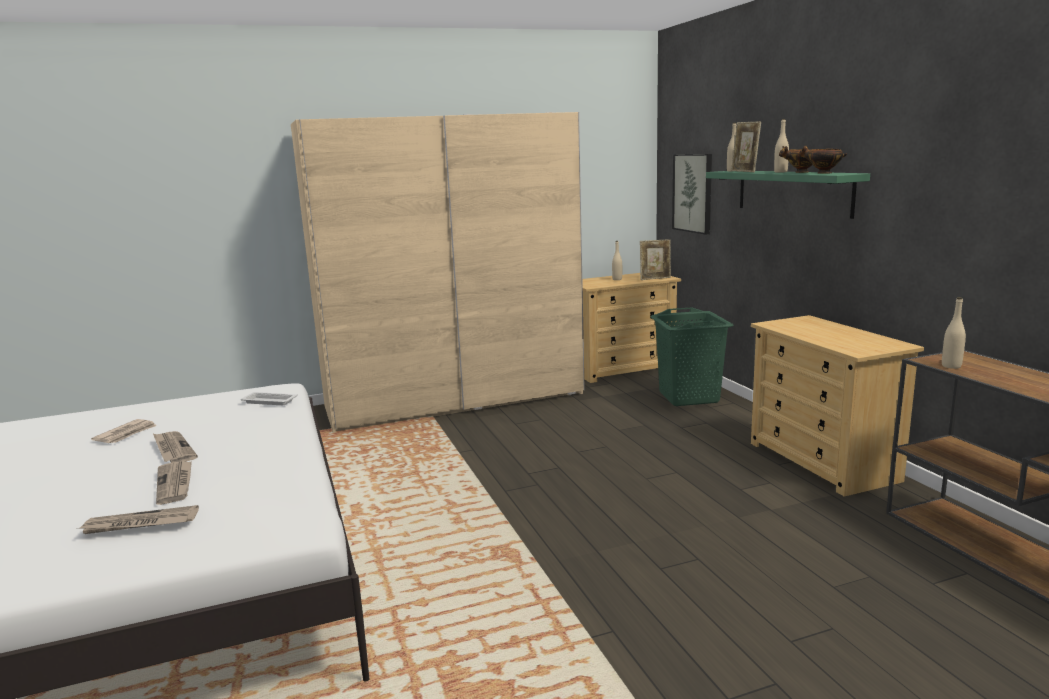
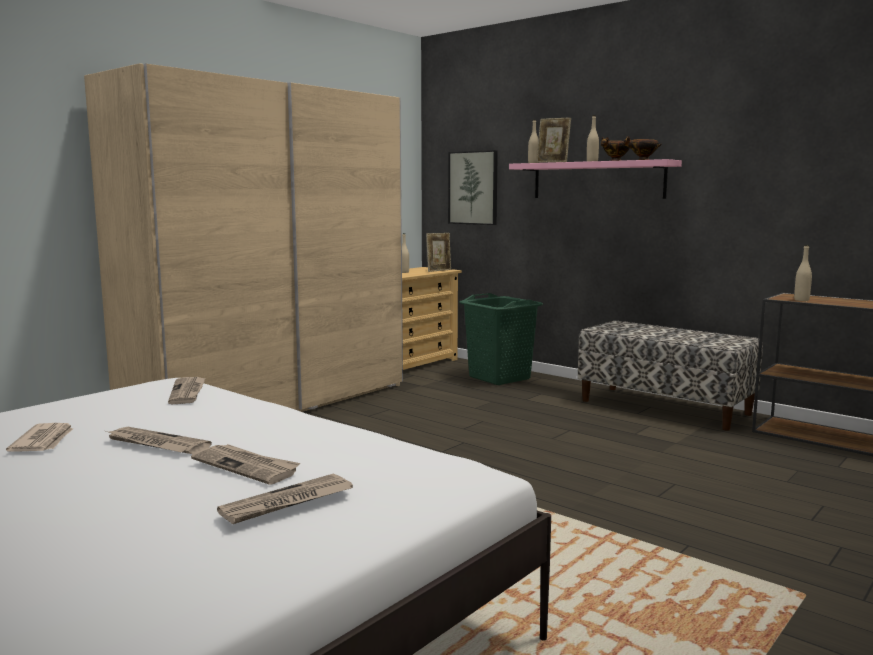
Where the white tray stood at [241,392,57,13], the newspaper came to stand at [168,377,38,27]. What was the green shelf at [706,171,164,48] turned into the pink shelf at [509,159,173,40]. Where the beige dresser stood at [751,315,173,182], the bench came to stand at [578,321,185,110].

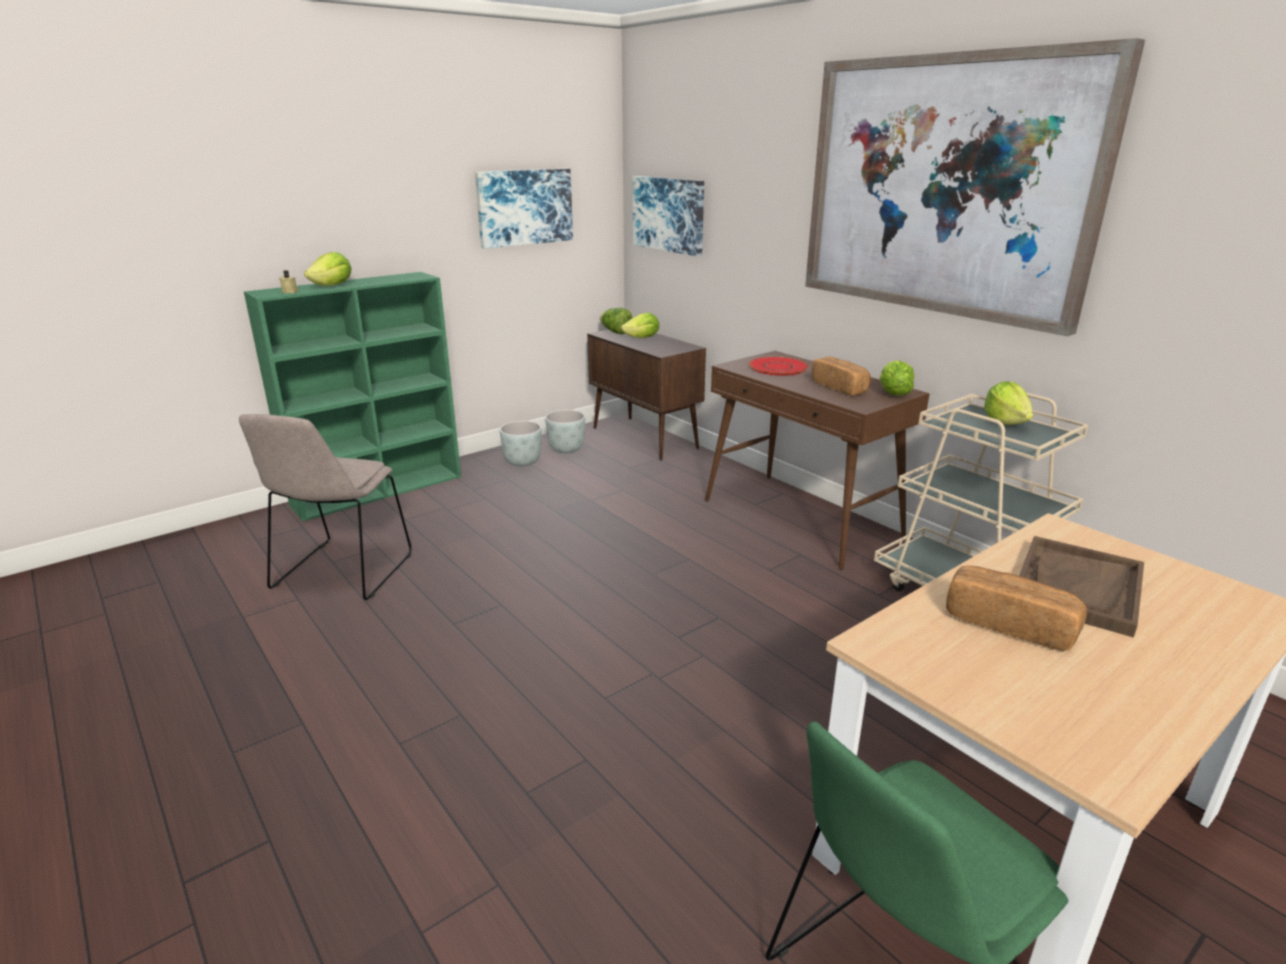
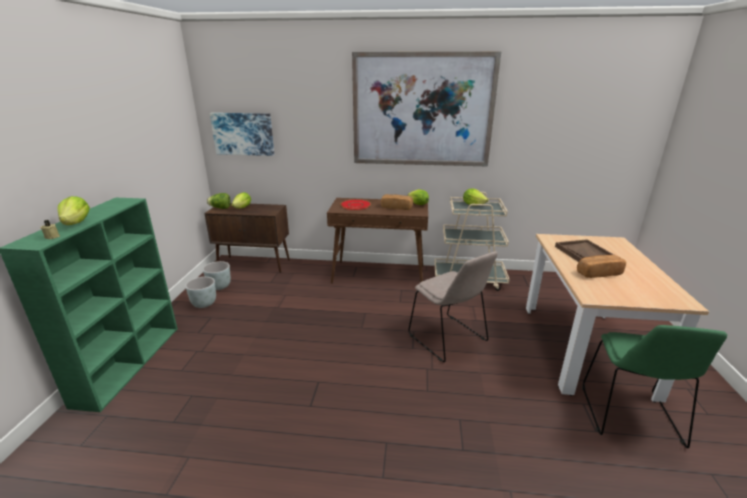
The beige chair ended up elsewhere, having gone from [239,414,172,186] to [408,251,89,111]. The second view lost the picture at [475,169,98,80].

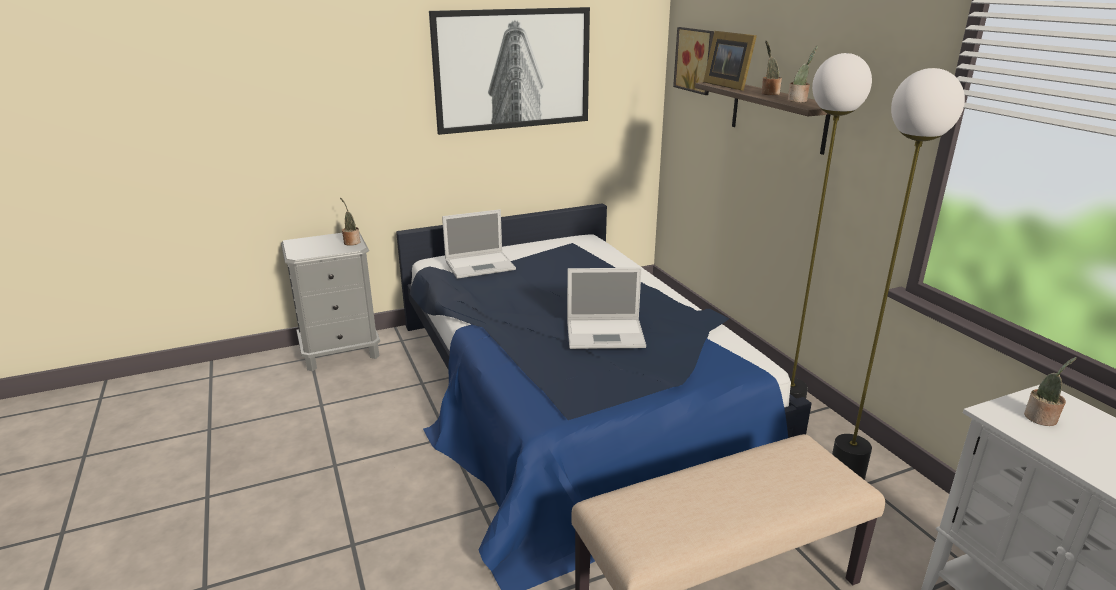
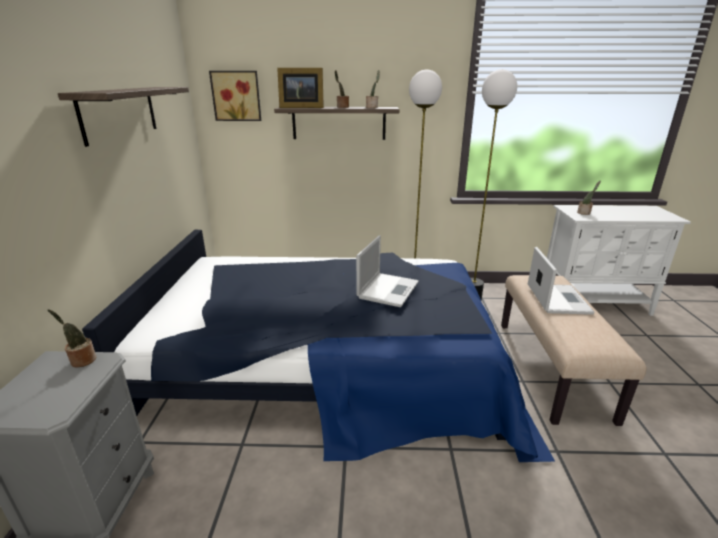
Where the picture hung at [429,7,161,128], the shelf came to hang at [58,87,131,60]. The laptop ended up elsewhere, having gone from [442,209,74,70] to [528,247,67,68].

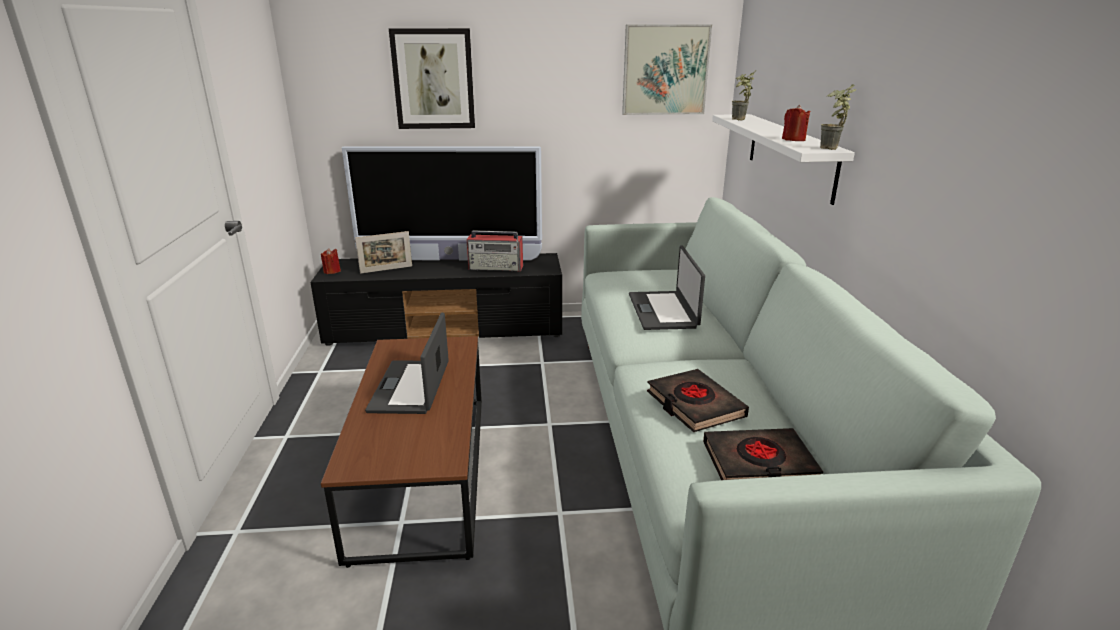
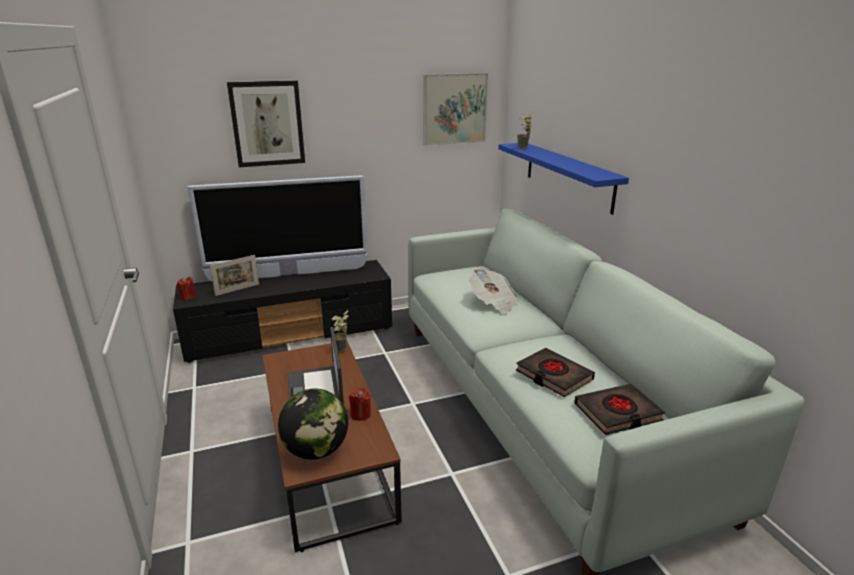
The second view lost the radio at [466,230,57,41]. Where the laptop stood at [629,245,76,85], the newspaper came to stand at [469,268,50,46]. What was the white shelf at [712,114,143,91] turned into the blue shelf at [498,143,131,72]. The red candle ended up elsewhere, having gone from [782,105,29,36] to [349,387,22,34]. The potted plant ended up elsewhere, having gone from [820,84,37,66] to [332,310,17,43]. The second view gained the globe at [278,389,70,70].

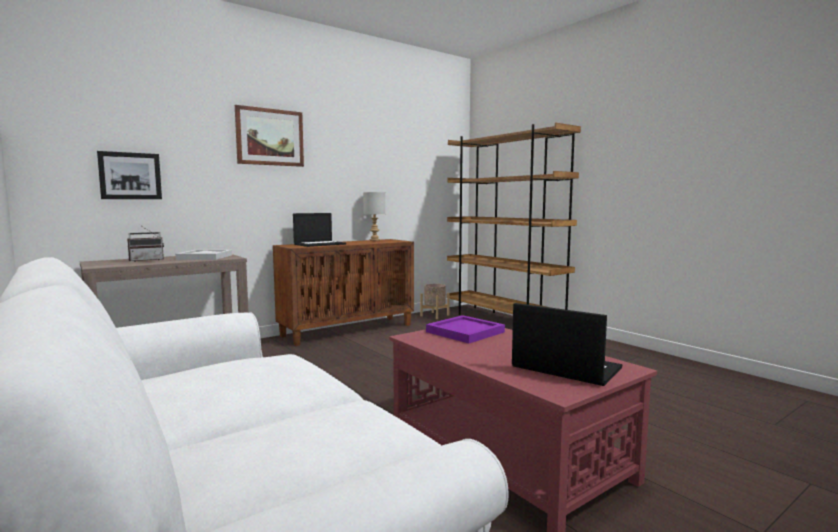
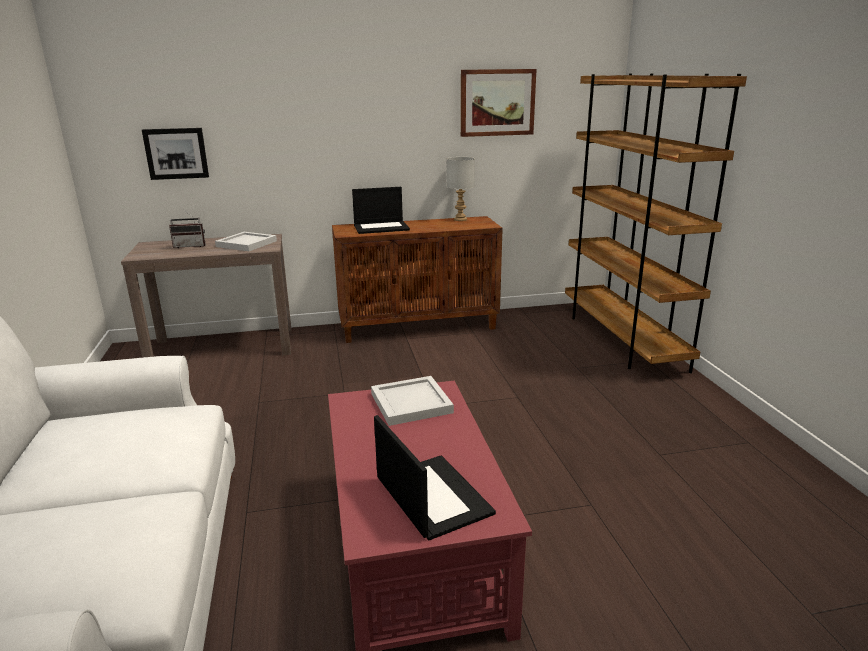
The picture ended up elsewhere, having gone from [235,105,69,62] to [461,69,76,68]. The second view lost the beige planter at [420,284,30,35]. What was the purple tray at [426,315,79,28] turned into the white tray at [371,376,83,50].

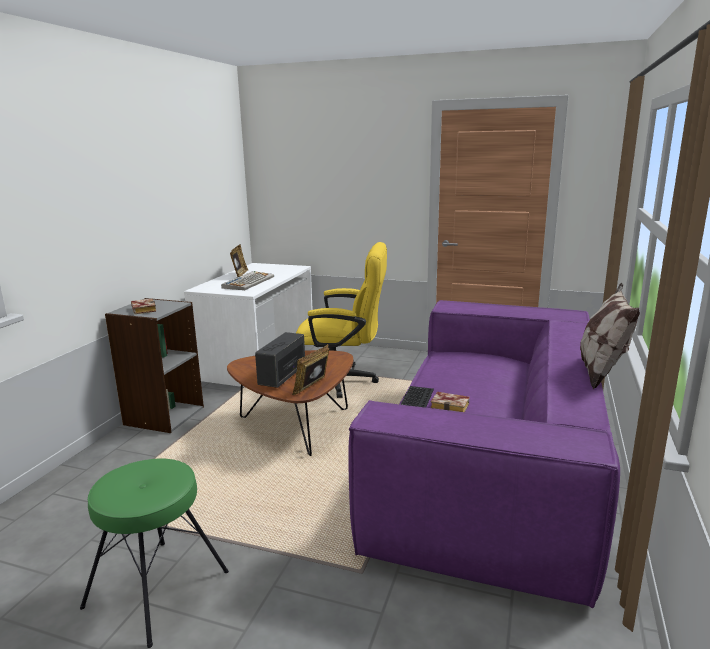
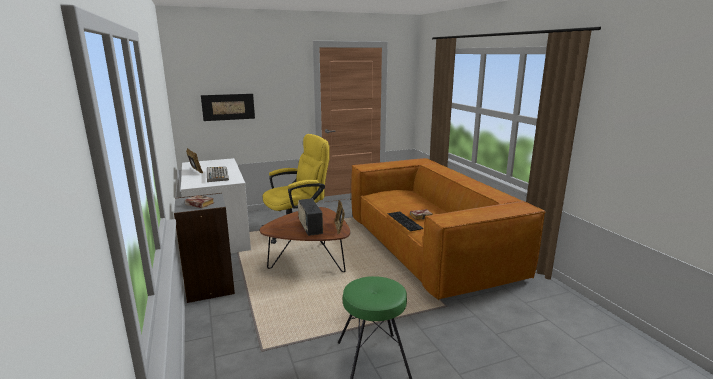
What was the purple sofa at [348,300,272,309] turned into the brown sofa at [351,158,194,142]. The second view lost the pillow at [580,283,60,107]. The second view gained the picture at [201,94,54,27].

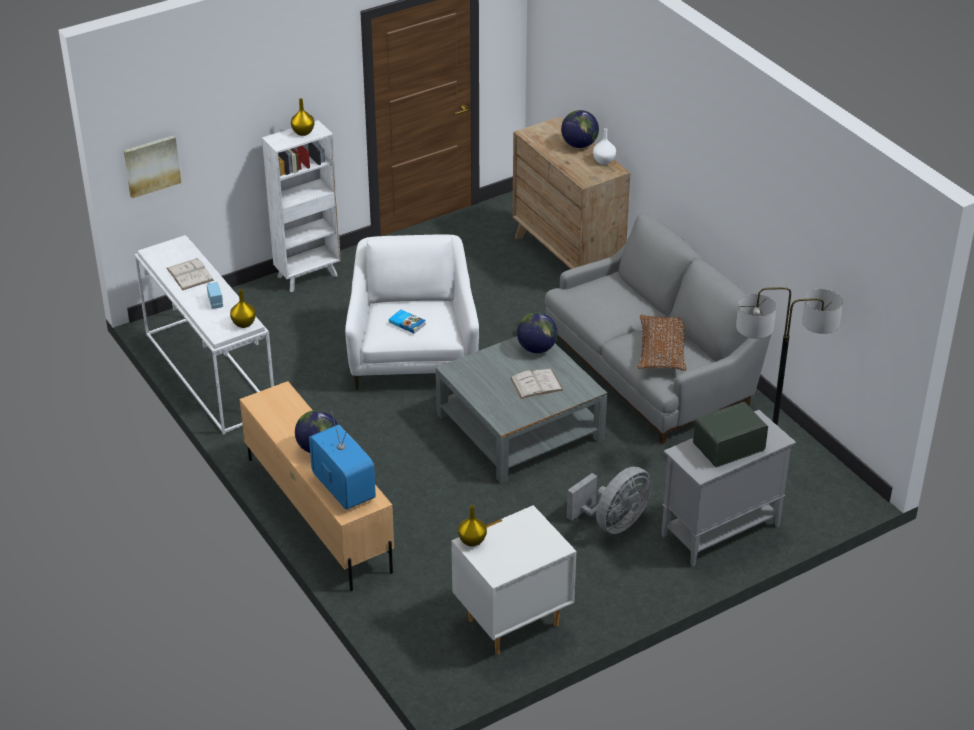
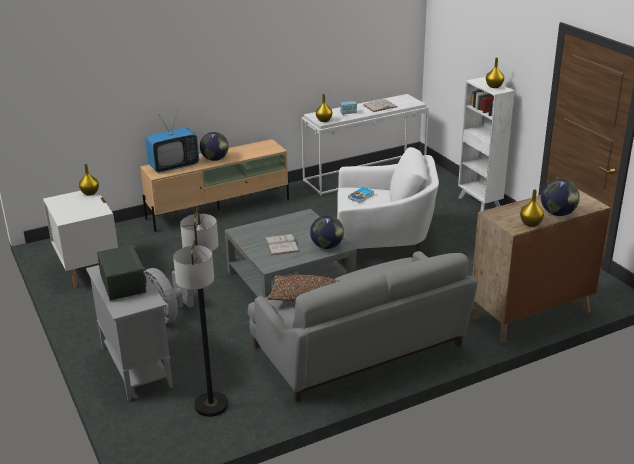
The second view lost the picture at [124,135,57,63]. What was the white vase at [593,128,23,37] turned into the yellow vase at [520,189,24,38].

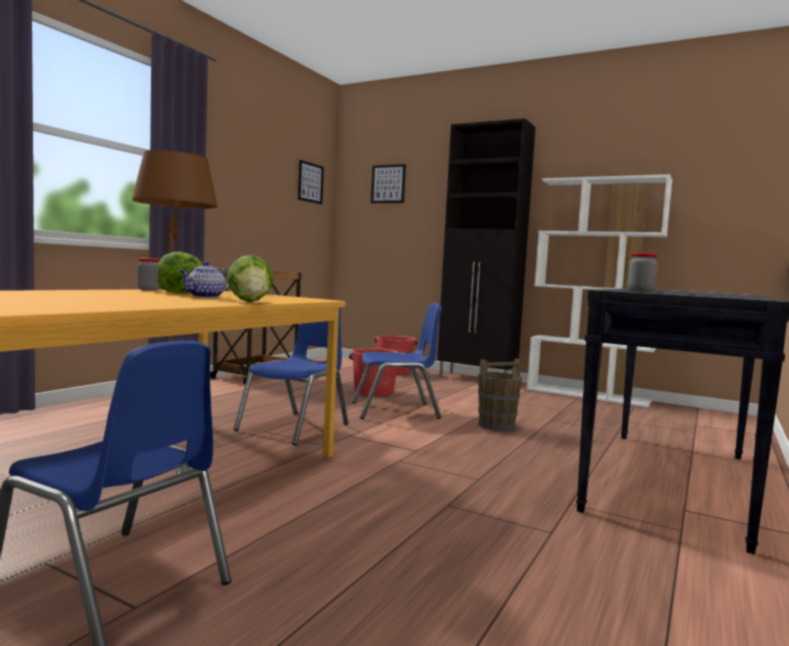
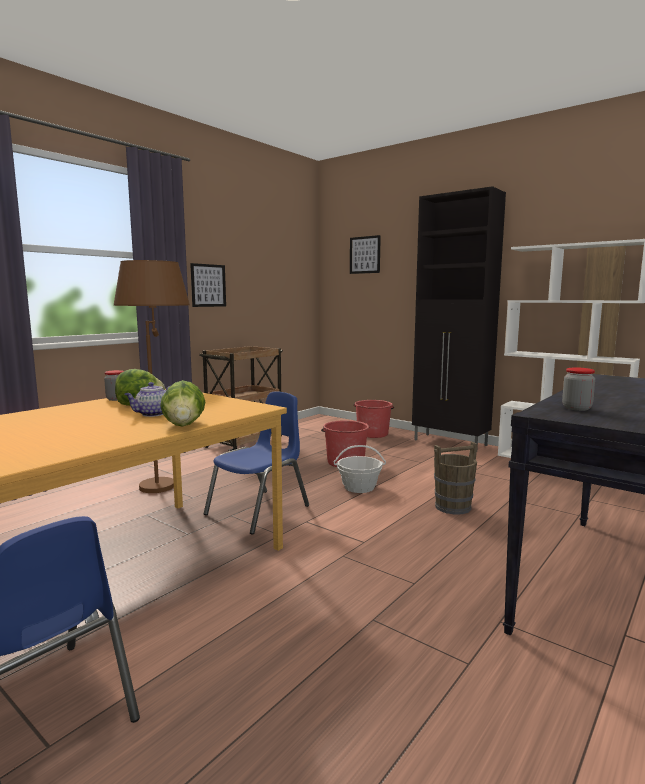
The picture ended up elsewhere, having gone from [298,160,26,44] to [190,263,36,44]. Where the blue chair stood at [352,303,90,116], the basket came to stand at [334,445,52,48].

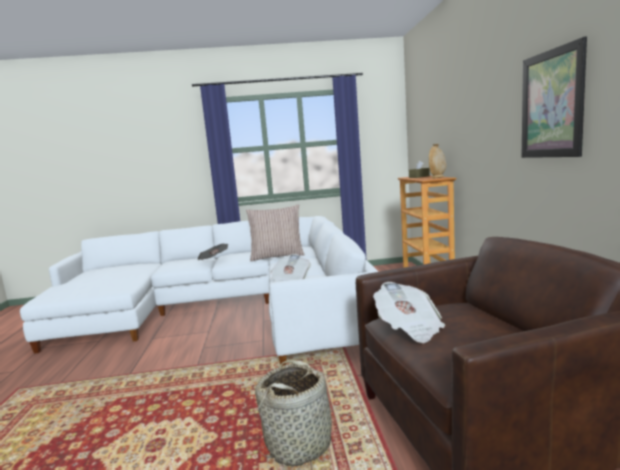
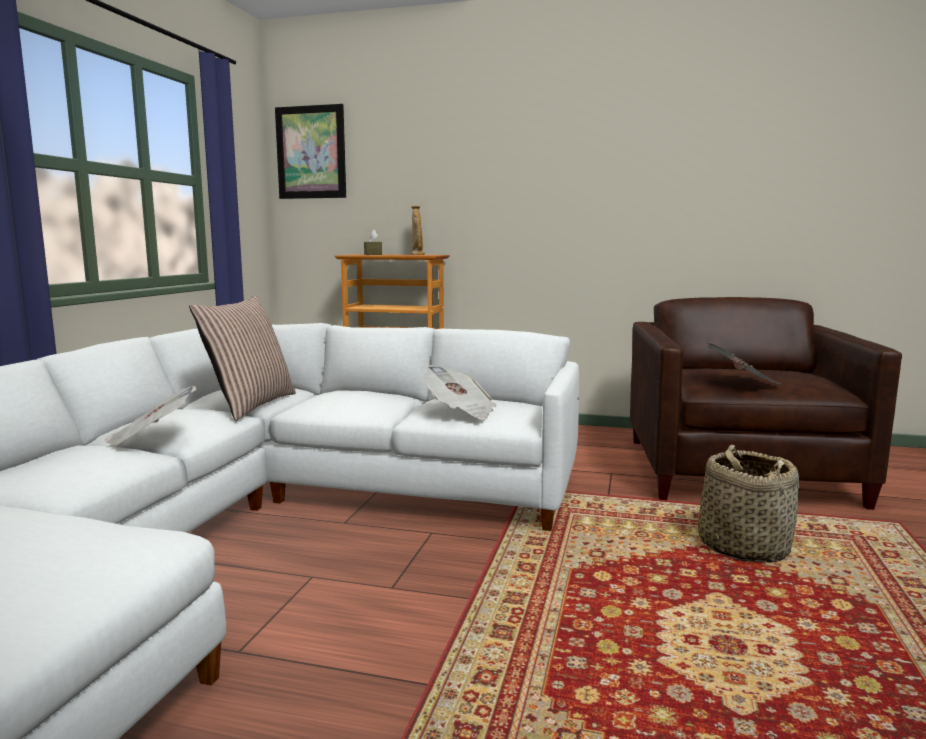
The picture ended up elsewhere, having gone from [522,36,65,122] to [275,104,71,95].

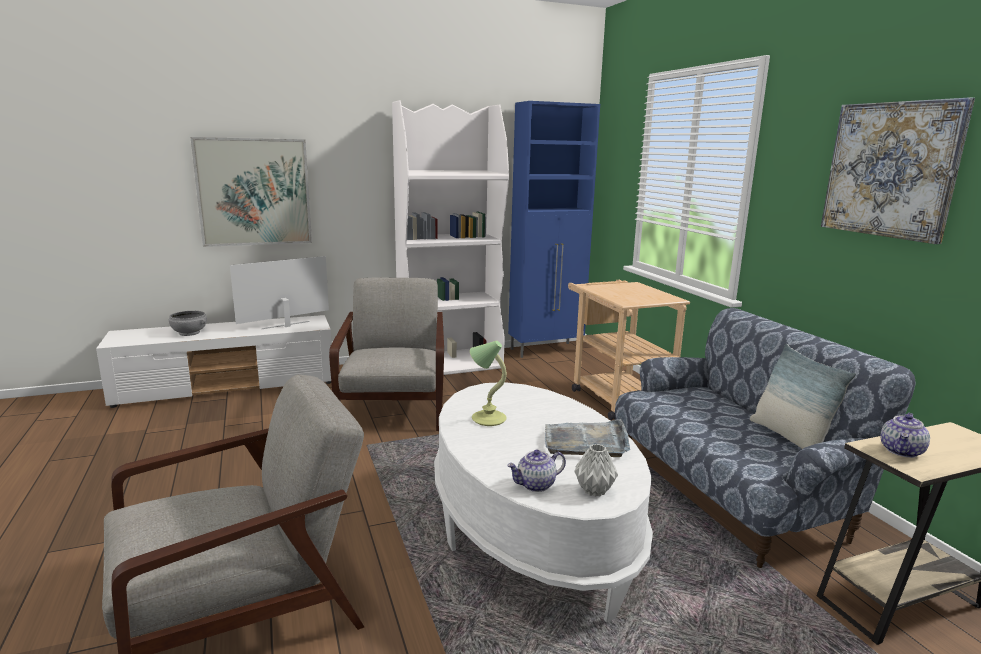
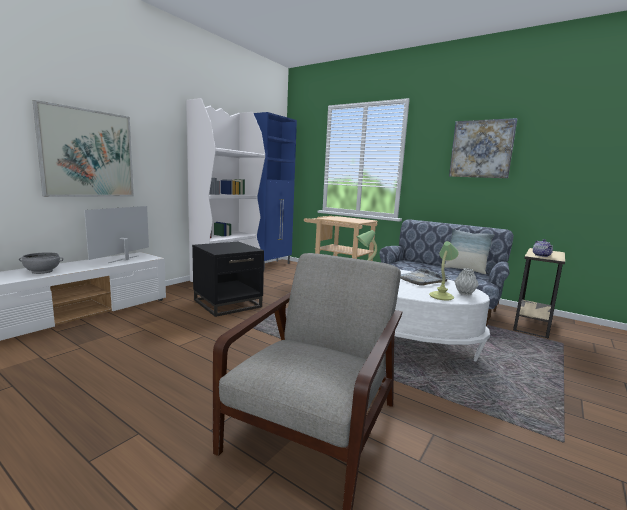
Where the grey armchair stood at [329,278,115,153], the black side table came to stand at [192,242,72,75]. Where the teapot stood at [507,449,59,43], the table lamp came to stand at [429,241,30,59].

